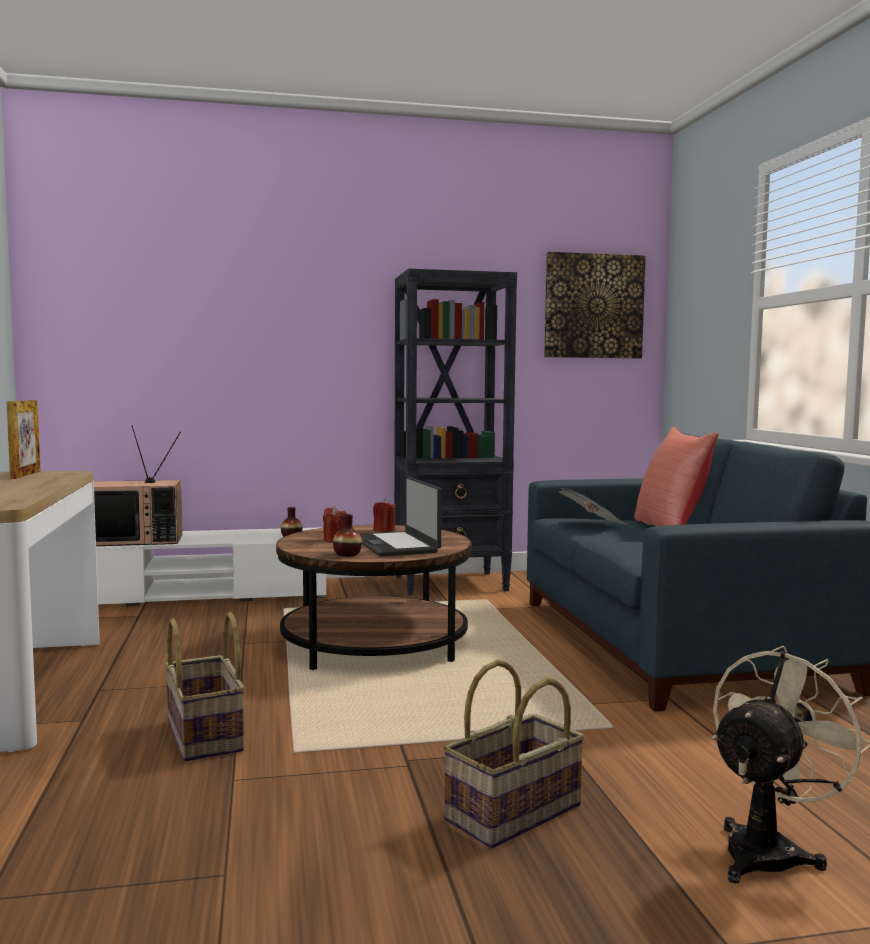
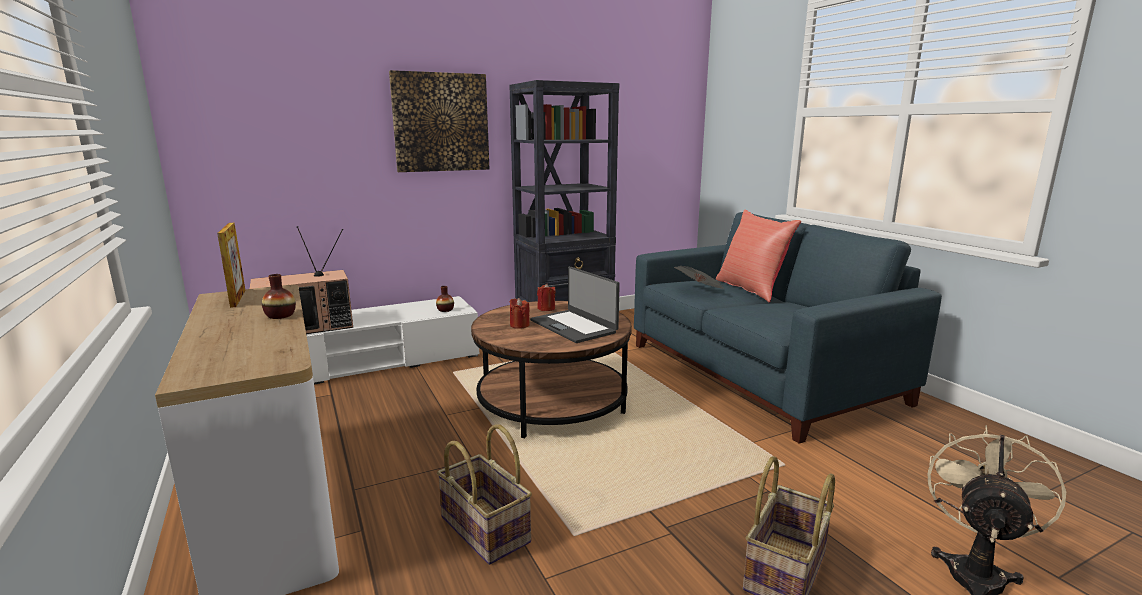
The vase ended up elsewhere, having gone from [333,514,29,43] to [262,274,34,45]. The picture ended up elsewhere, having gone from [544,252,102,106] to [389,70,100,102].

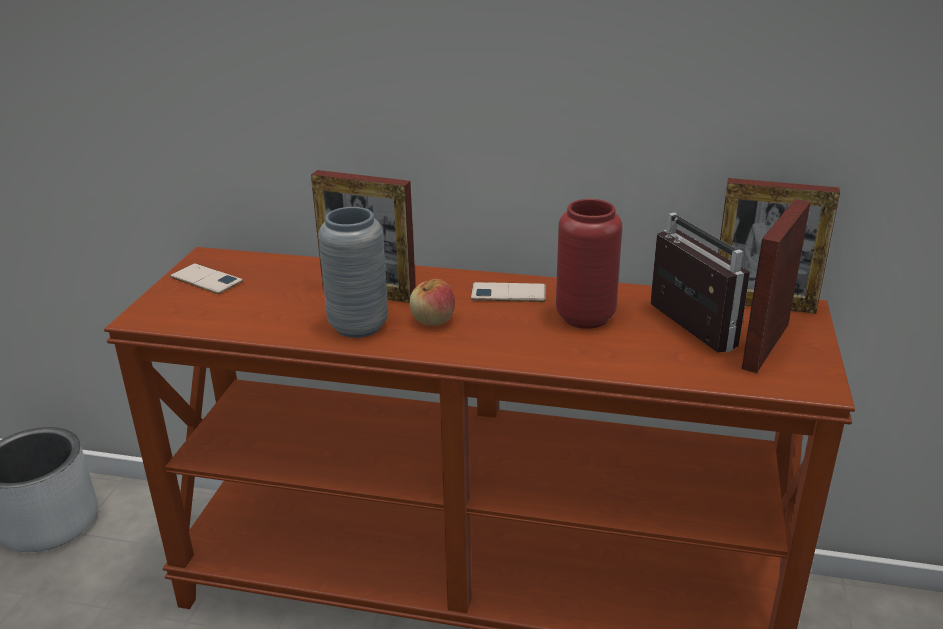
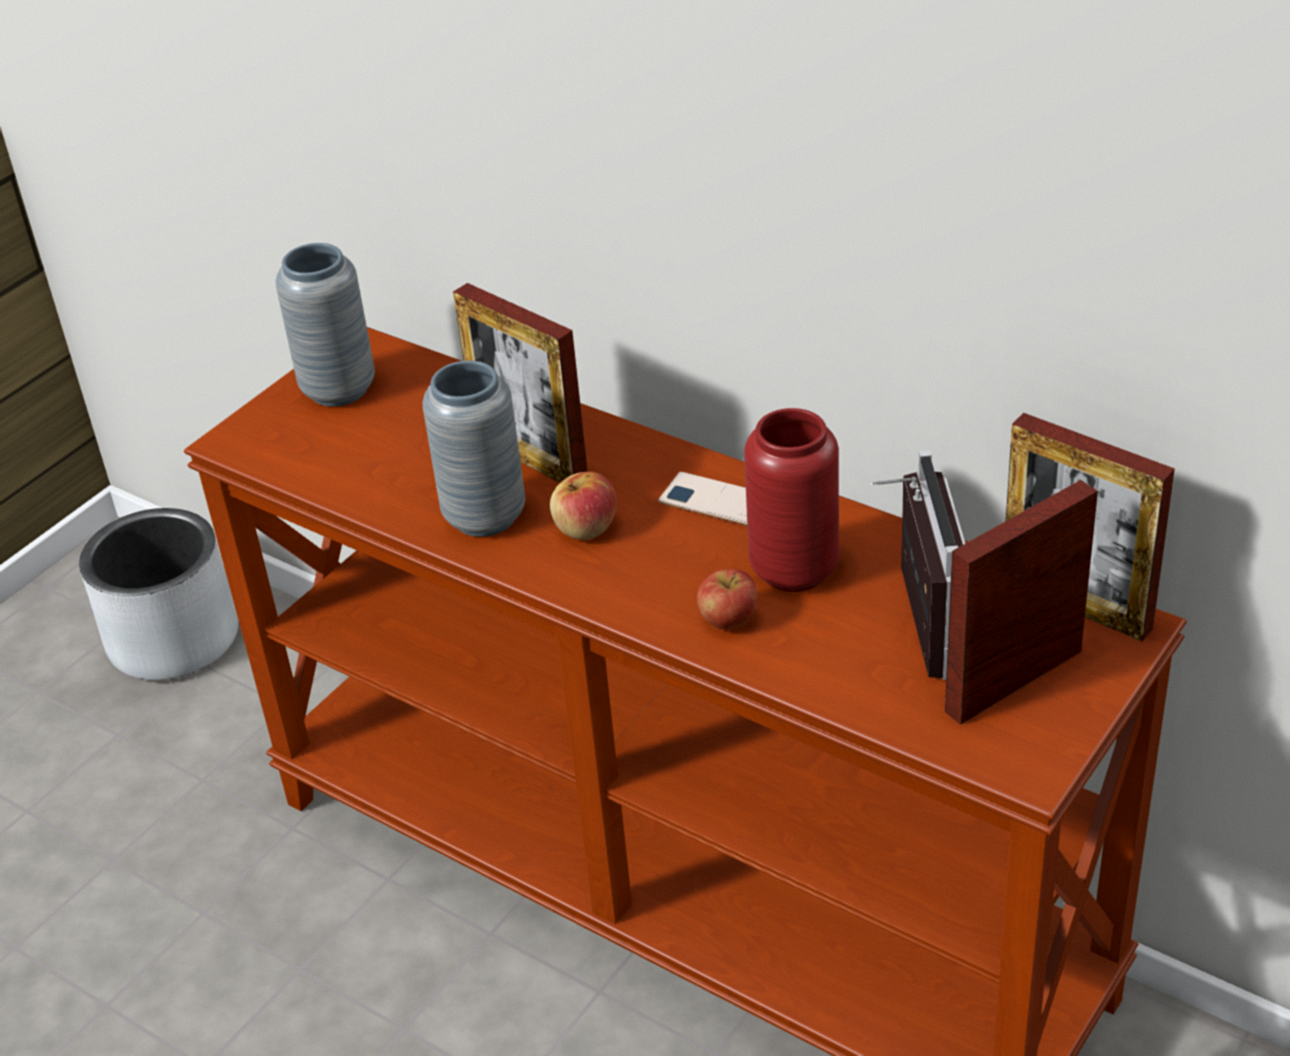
Where the phone stood at [170,263,73,31], the grey vase came to stand at [276,243,99,164]. The second view gained the apple at [697,569,61,61].

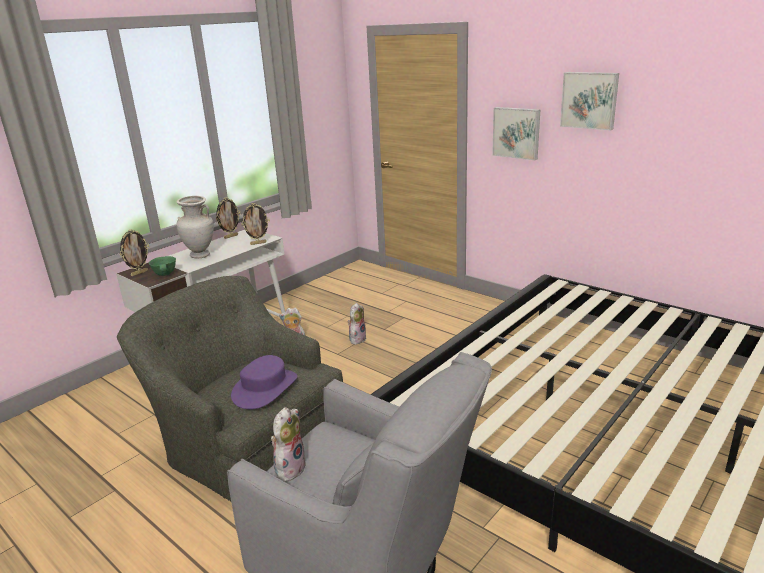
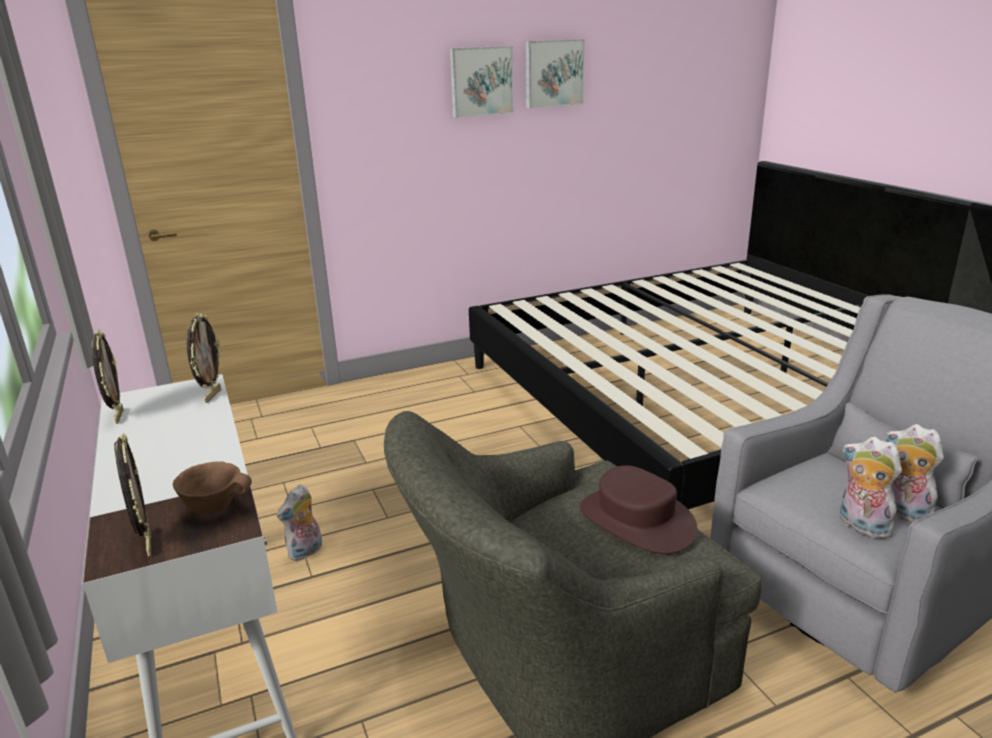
What was the green bowl at [149,256,27,20] turned into the brown bowl at [173,462,79,53]. The second view lost the beige vase at [176,196,38,62]. What was the purple hat at [231,355,66,54] turned into the brown hat at [580,465,117,89]. The plush toy ended up elsewhere, having gone from [348,303,19,42] to [885,424,59,98]. The picture ended up elsewhere, having gone from [492,107,48,53] to [525,39,60,69].

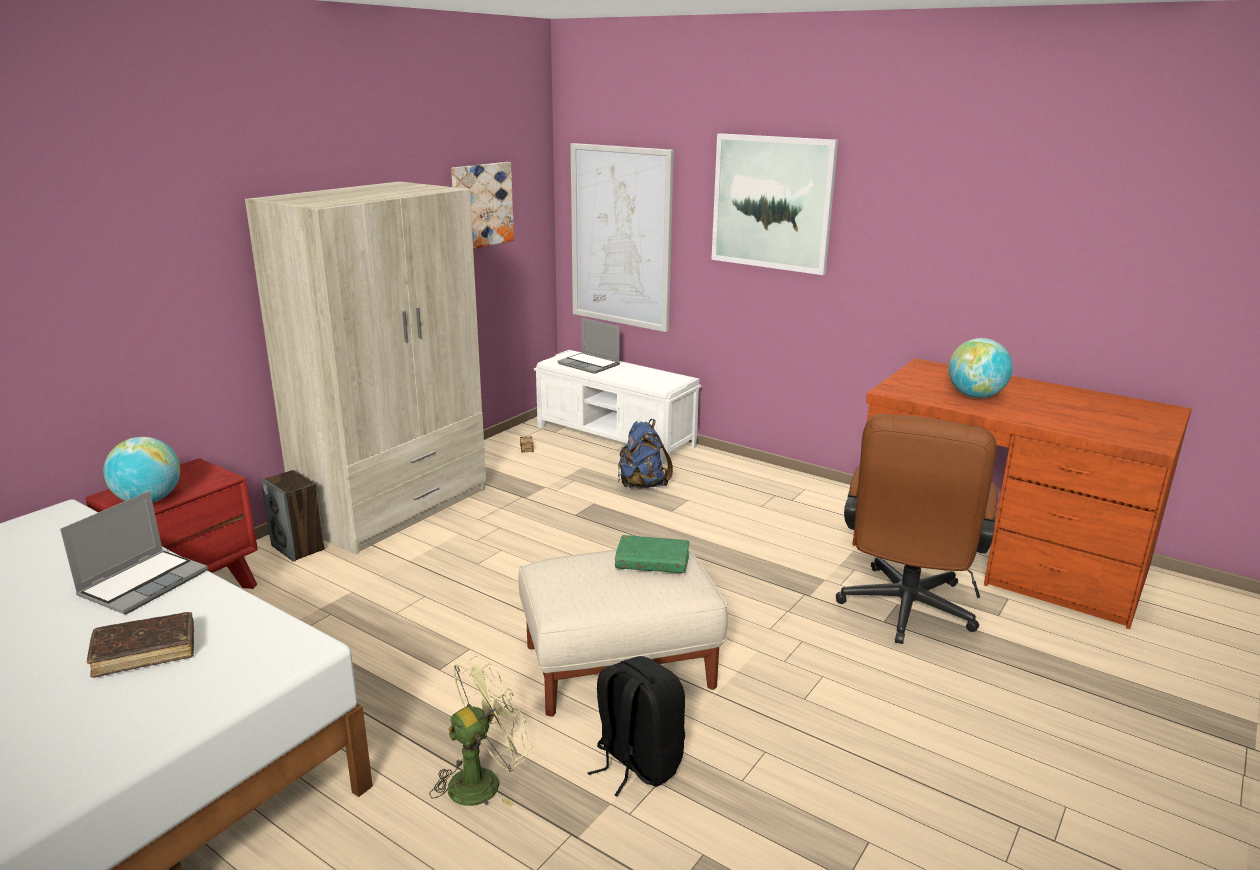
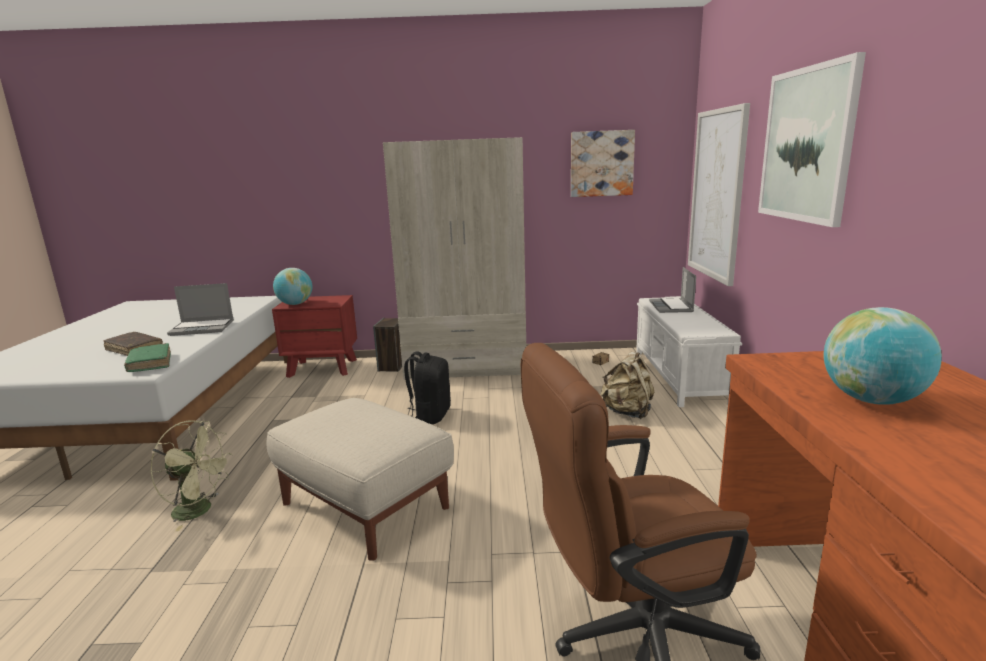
The black backpack ended up elsewhere, having gone from [588,656,97,140] to [404,351,47,73]. The green book ended up elsewhere, having gone from [615,535,75,38] to [124,343,47,29]. What was the blue backpack at [618,419,55,70] turned into the beige backpack at [600,352,54,67].

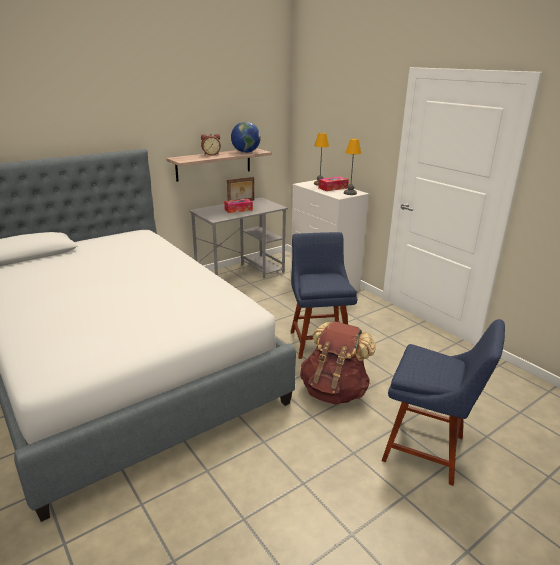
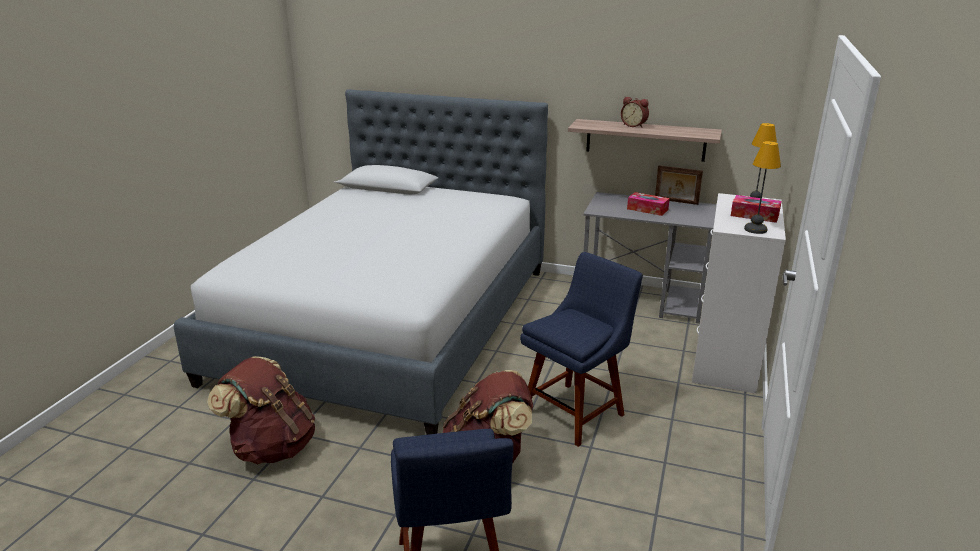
The second view lost the globe at [231,122,30,31]. The second view gained the brown backpack at [207,356,108,108].

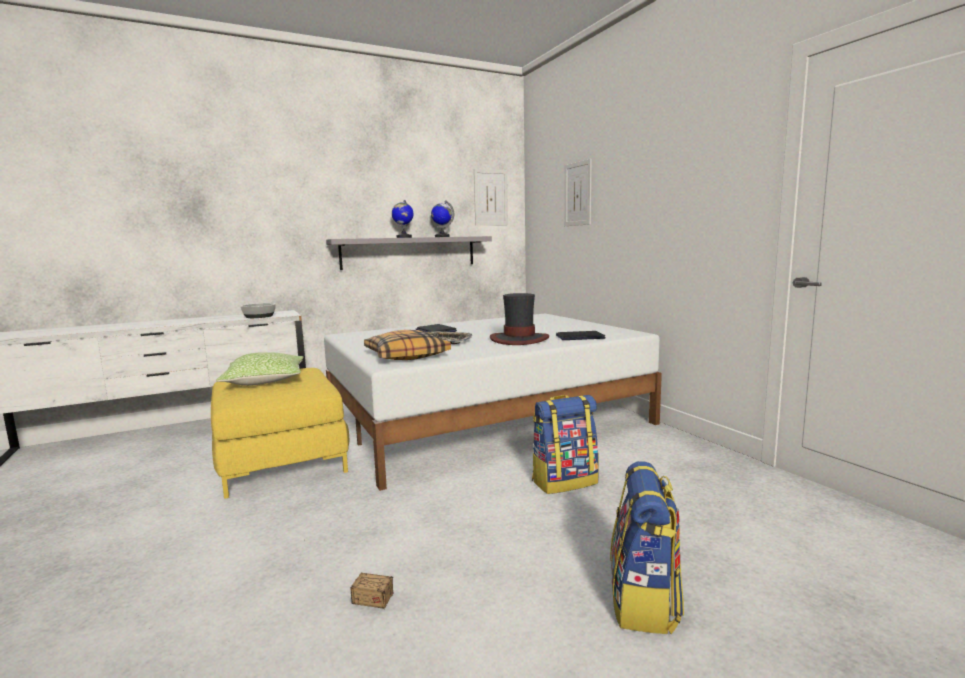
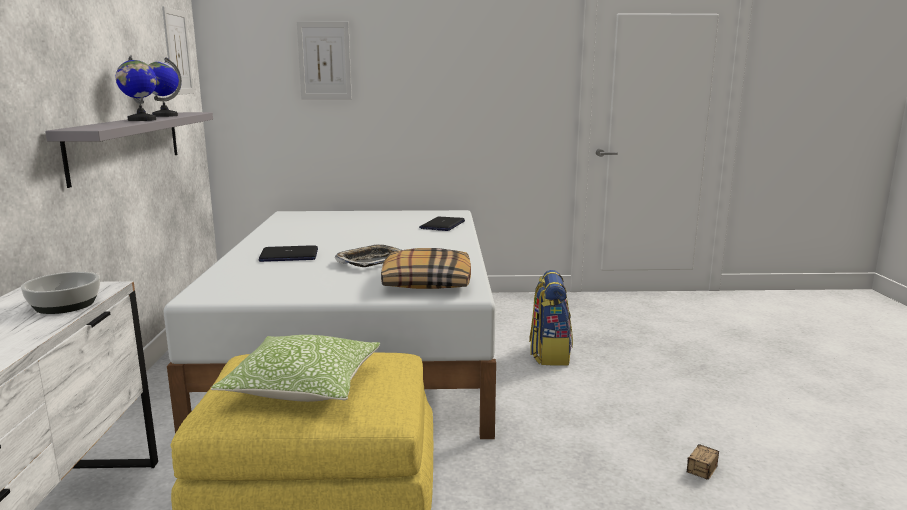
The second view lost the hat at [490,293,59,52]. The second view lost the backpack at [610,461,74,173].

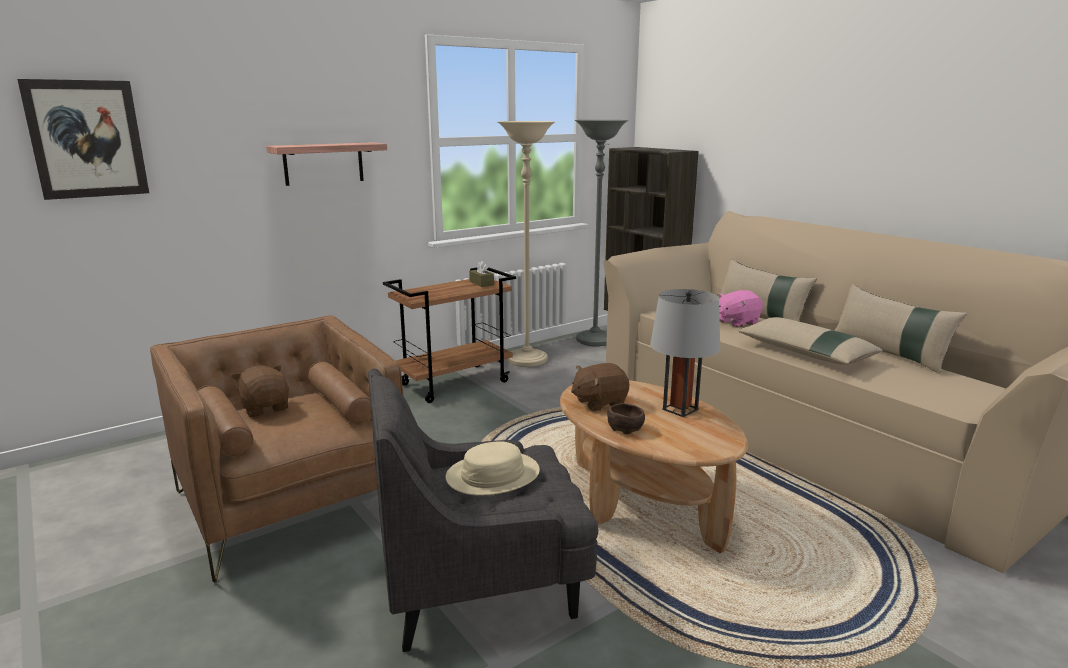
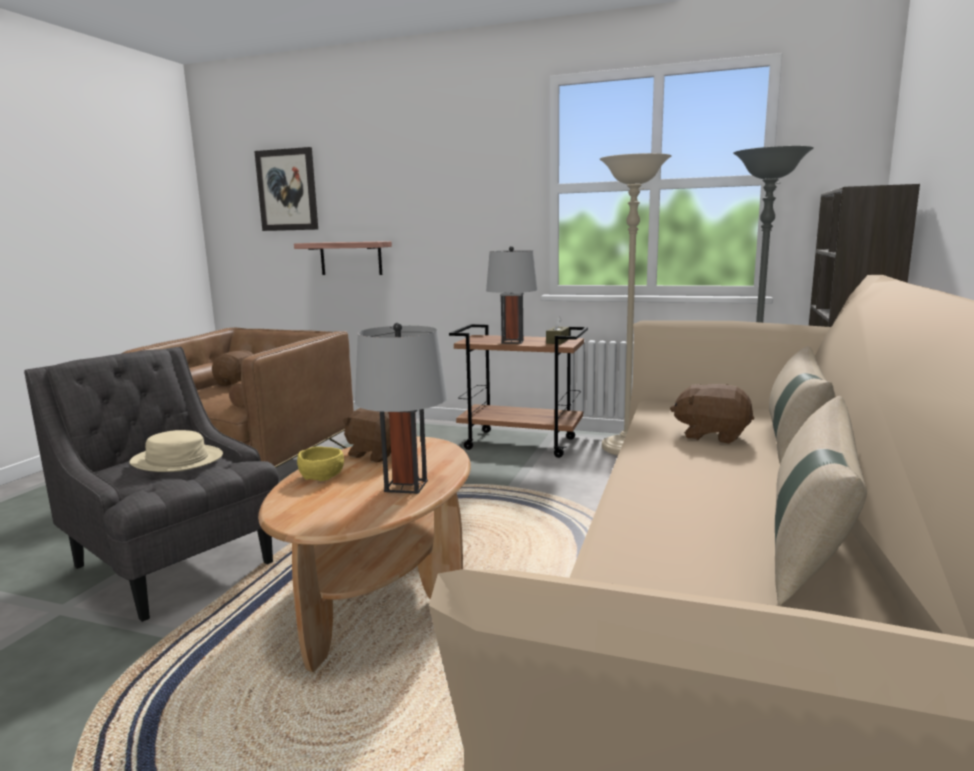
The shelf ended up elsewhere, having gone from [266,142,121,44] to [294,241,98,34]. What was the brown bowl at [607,403,38,31] turned into the yellow bowl at [297,447,47,34]. What was the pink plush toy at [718,290,45,38] turned into the brown plush toy at [670,384,84,60]. The second view lost the beige pillow at [739,317,143,48]. The second view gained the grey table lamp at [486,246,52,98].

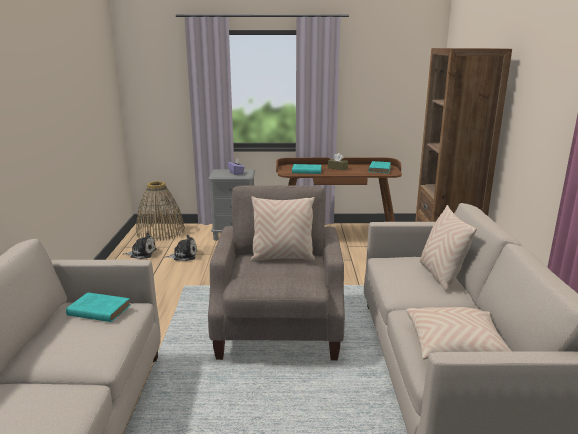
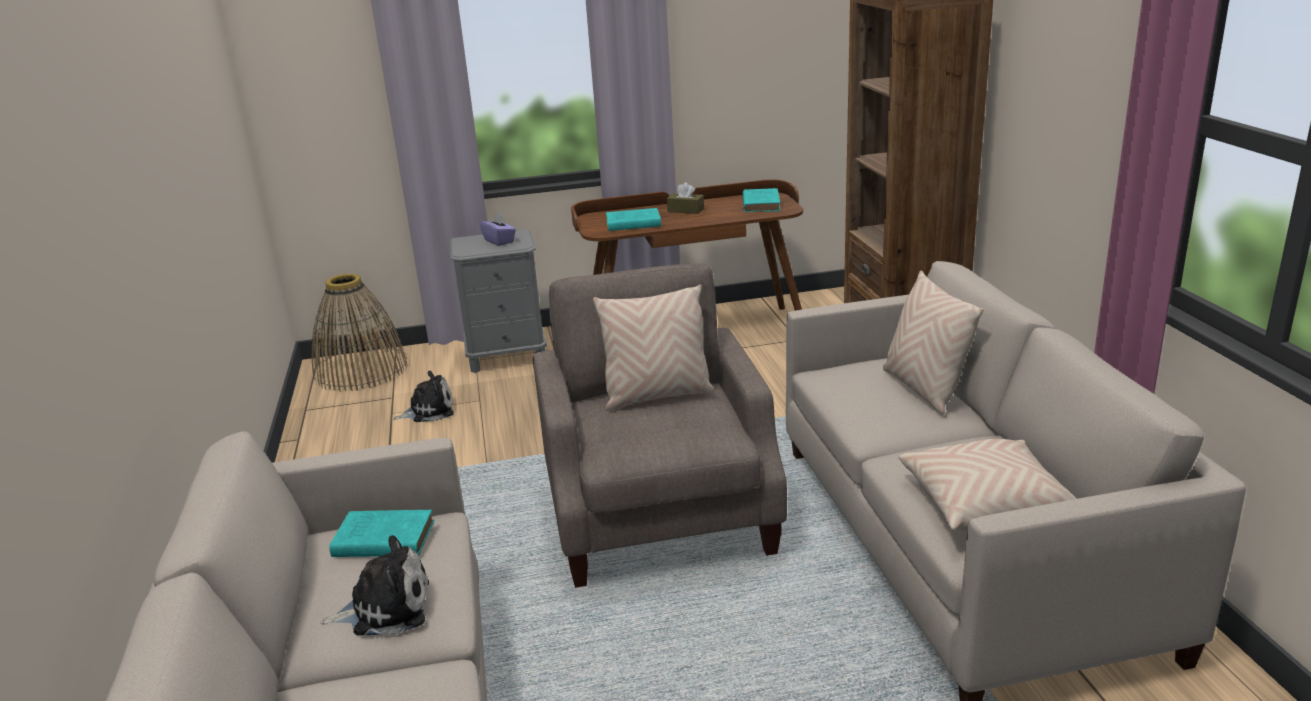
The plush toy ended up elsewhere, having gone from [123,233,34,26] to [321,535,108,100].

